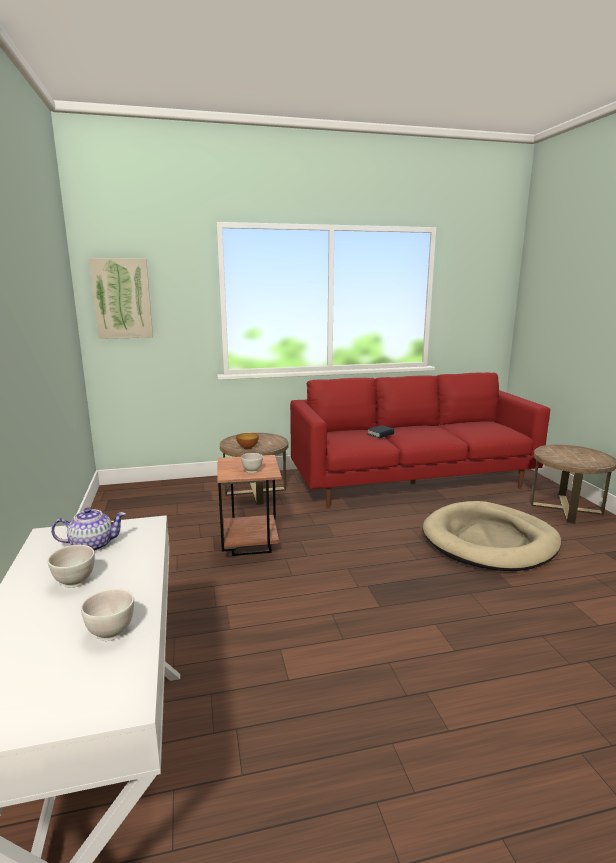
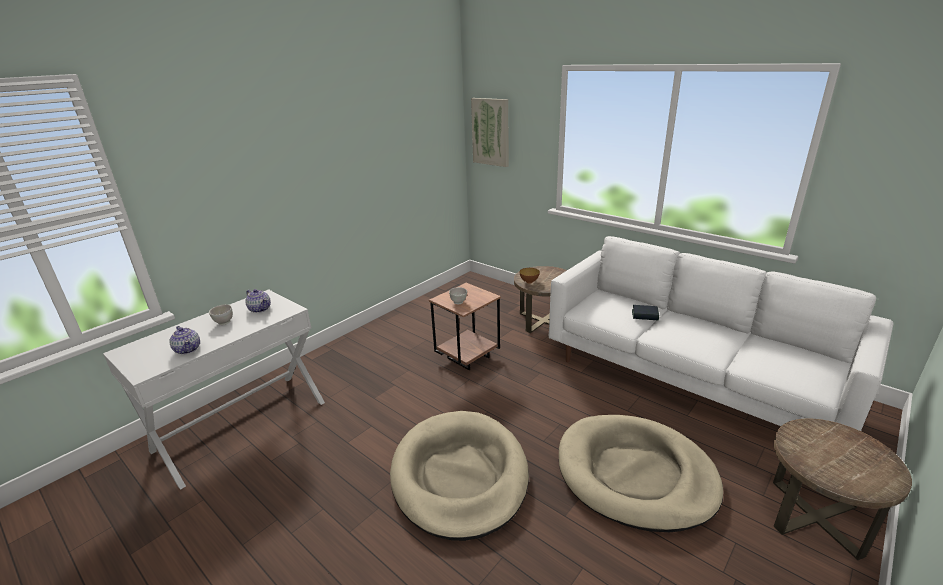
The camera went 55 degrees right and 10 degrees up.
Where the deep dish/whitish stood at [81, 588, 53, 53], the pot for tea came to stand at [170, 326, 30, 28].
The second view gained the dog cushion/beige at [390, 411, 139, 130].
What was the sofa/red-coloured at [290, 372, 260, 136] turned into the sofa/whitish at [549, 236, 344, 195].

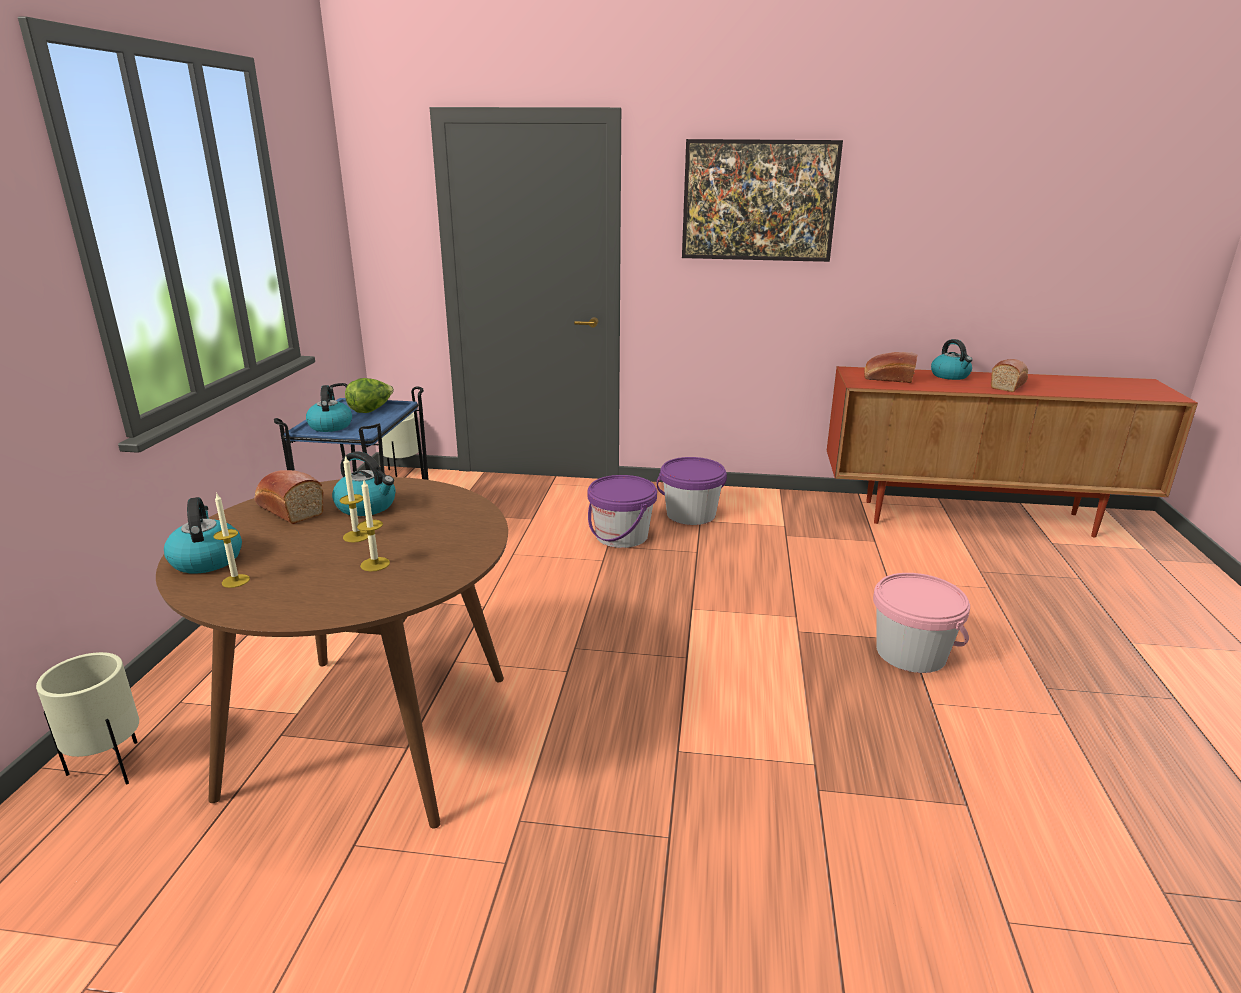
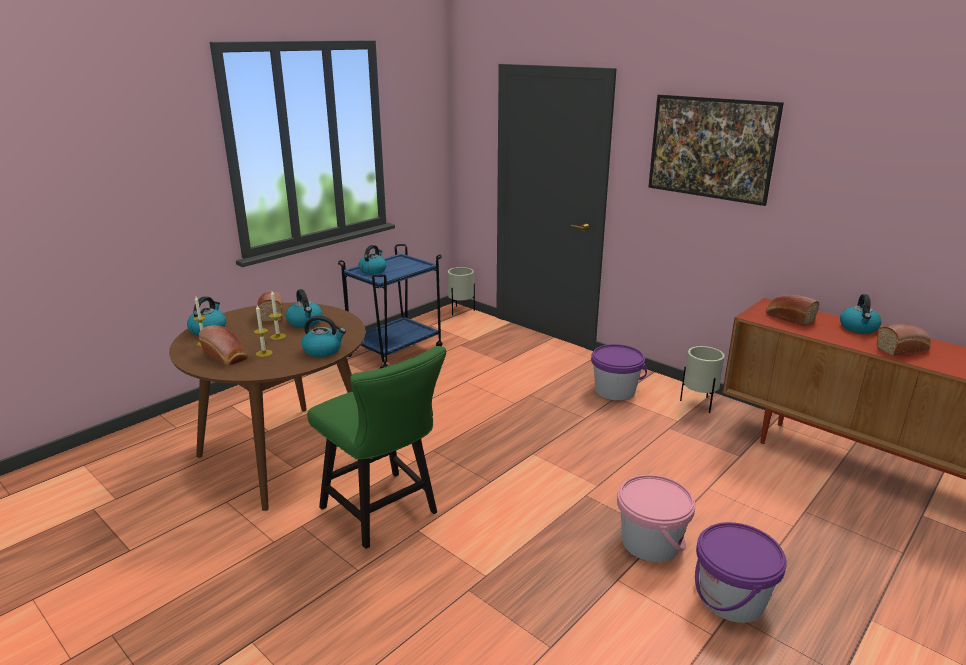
The camera went 35 degrees right and 0 degrees up.
The second view gained the bread at [199, 325, 49, 41].
The second view gained the water kettle at [302, 316, 44, 41].
The second view gained the plain chair/green-coloured at [307, 346, 139, 203].
The plant pot/beige ended up elsewhere, having gone from [36, 652, 103, 133] to [680, 346, 45, 67].
The pail/purple ended up elsewhere, having gone from [588, 475, 69, 73] to [695, 522, 92, 101].
The second view lost the lettuce head at [345, 378, 49, 35].

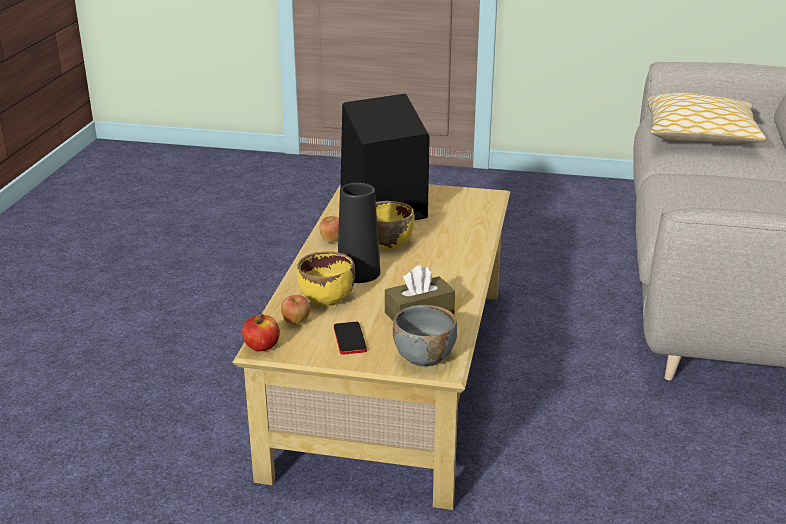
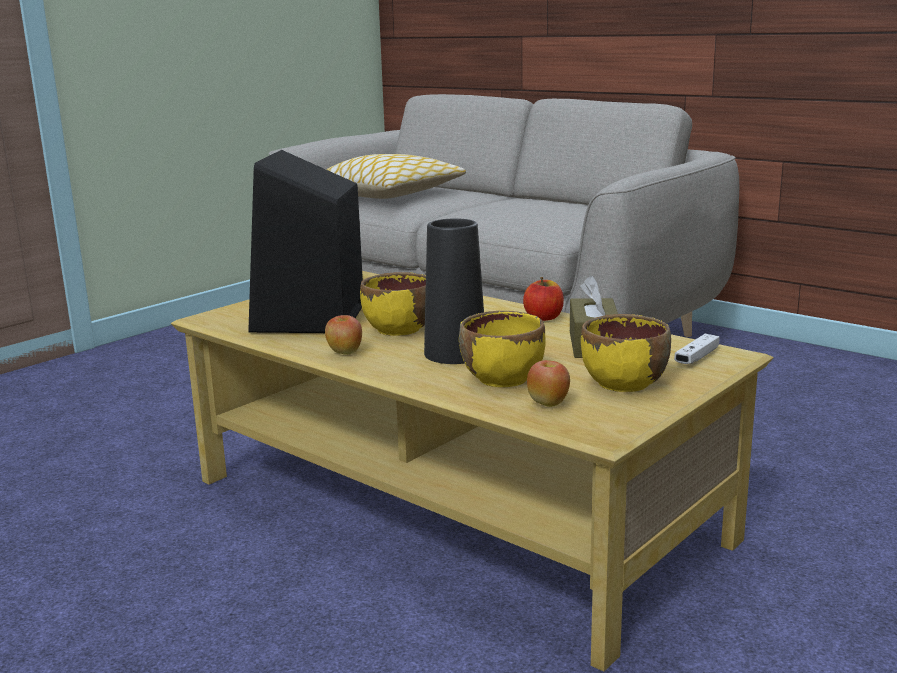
The camera went 60 degrees left and 10 degrees down.
The whole apple ended up elsewhere, having gone from [242, 314, 38, 37] to [523, 277, 41, 44].
Where the telephone stood at [334, 322, 33, 33], the deep dish/yellowish came to stand at [581, 314, 90, 78].
Where the deep dish/gray stood at [393, 305, 64, 62], the joypad/whitish came to stand at [674, 334, 45, 30].

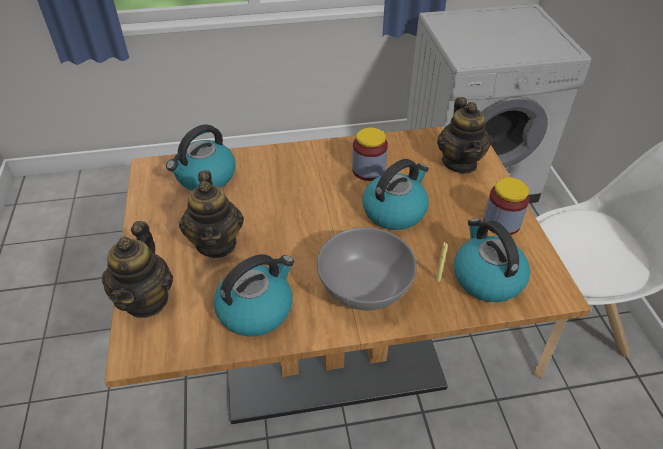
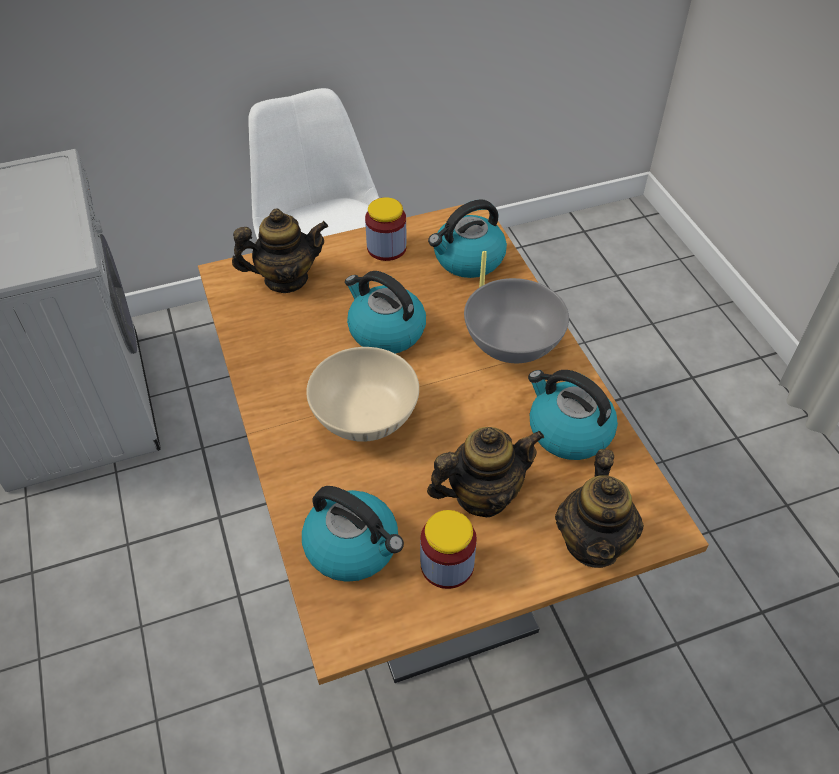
The camera went 100 degrees left and 5 degrees up.
The second view gained the deep dish/beige at [306, 347, 113, 95].
The storage jar ended up elsewhere, having gone from [352, 127, 36, 54] to [420, 510, 57, 79].
The pot for tea at [102, 221, 71, 97] ended up facing another way, 105 degrees clockwise from before.

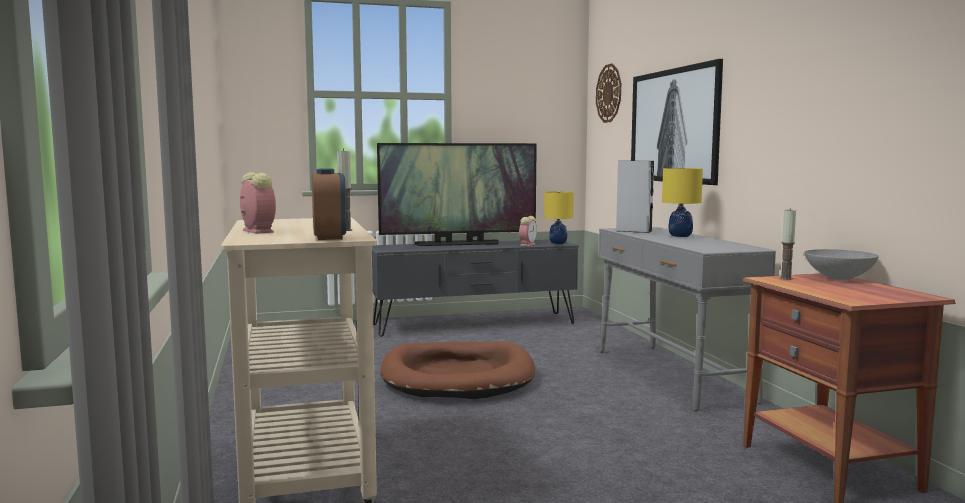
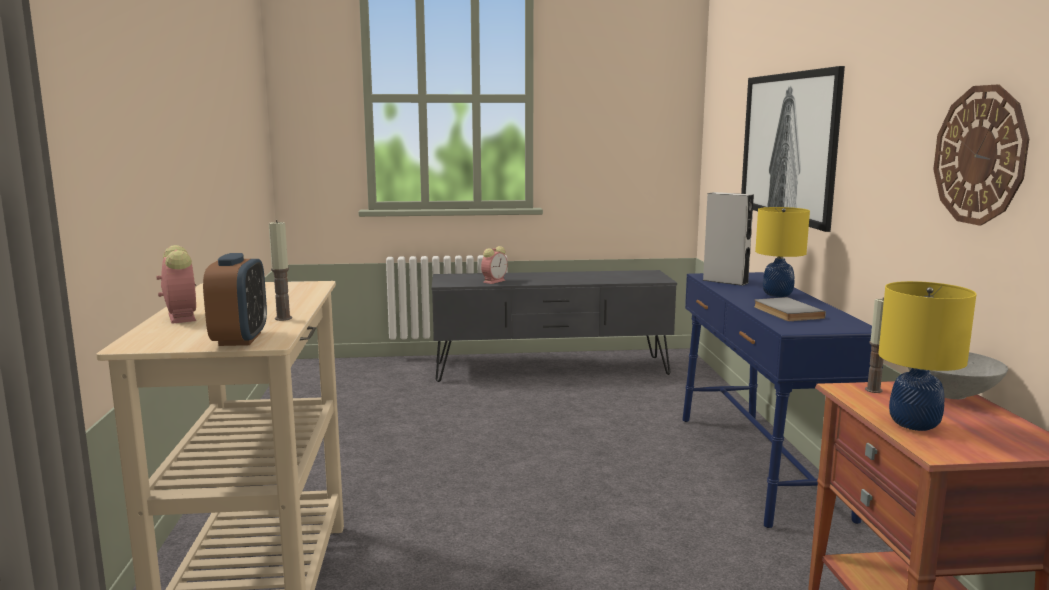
The camera went 10 degrees right and 5 degrees up.
The bedside clock ended up elsewhere, having gone from [519, 216, 18, 30] to [481, 246, 26, 38].
What was the console table/gray at [599, 227, 177, 184] turned into the console table/bluish at [683, 272, 200, 256].
The second view gained the book/gray at [754, 297, 72, 24].
The table lamp/yellowish ended up elsewhere, having gone from [544, 191, 30, 53] to [878, 281, 98, 150].
The wall clock ended up elsewhere, having gone from [596, 63, 25, 60] to [933, 85, 96, 141].
The second view lost the television at [377, 143, 160, 103].
The second view lost the dog cushion/brownish at [380, 342, 155, 57].

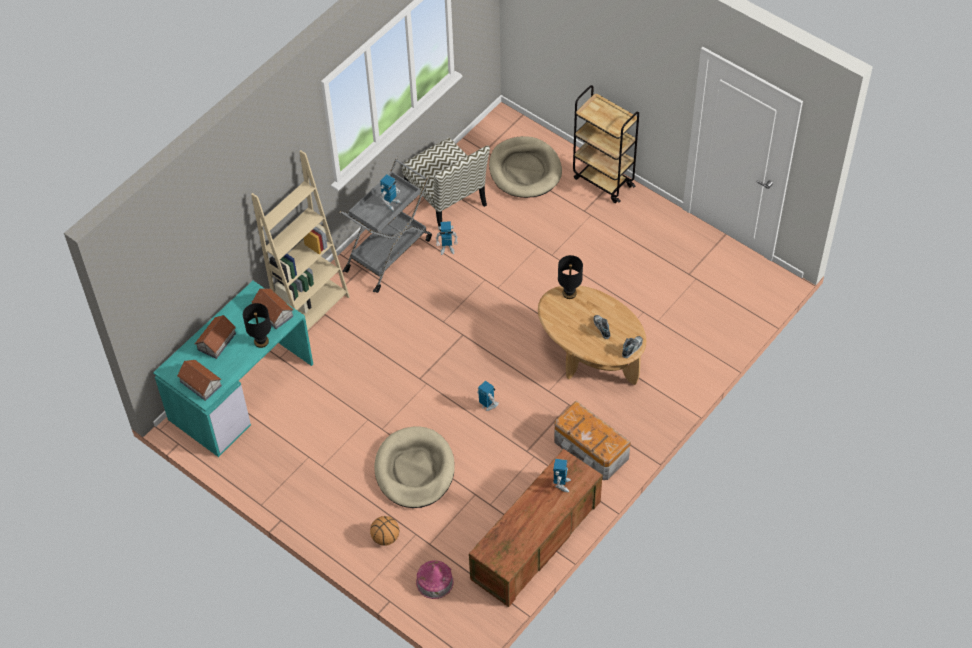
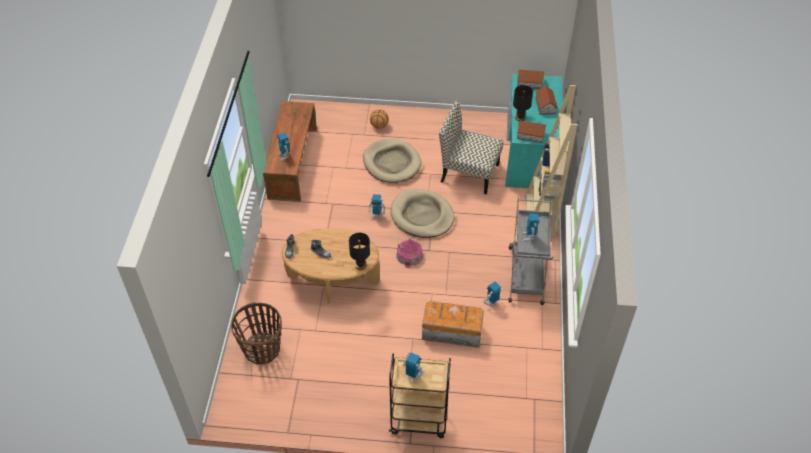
The camera went 145 degrees right and 5 degrees down.
The second view gained the basket at [231, 302, 51, 63].
The dog cushion/beige ended up elsewhere, having gone from [489, 136, 73, 62] to [391, 189, 63, 49].
The toy house ended up elsewhere, having gone from [416, 560, 38, 39] to [396, 238, 27, 30].
The second view gained the robot figure at [402, 352, 23, 29].
The storage box ended up elsewhere, having gone from [554, 401, 77, 79] to [422, 301, 62, 47].
The plain chair ended up elsewhere, having gone from [402, 138, 88, 93] to [439, 101, 64, 94].

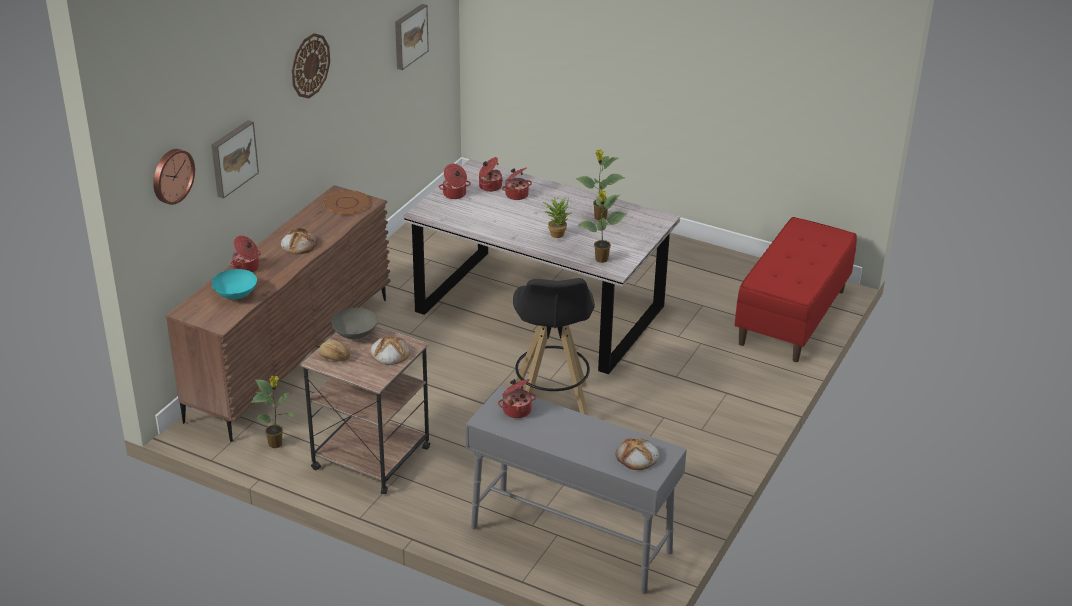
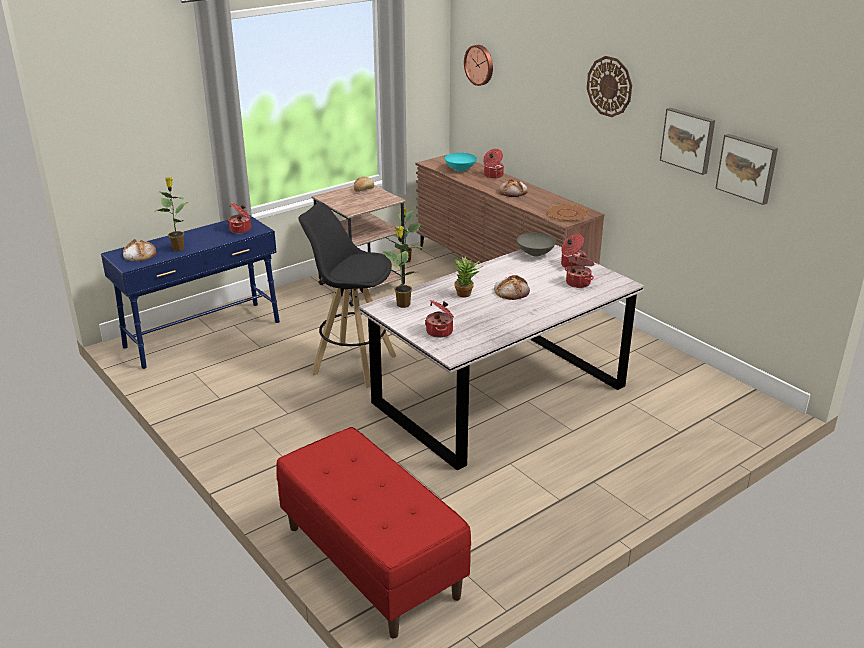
The camera went 115 degrees right and 5 degrees down.
What was the console table/gray at [465, 386, 222, 208] turned into the console table/bluish at [101, 216, 179, 153].
The houseplant ended up elsewhere, having gone from [576, 149, 49, 71] to [154, 177, 34, 74].
The stockpot ended up elsewhere, having gone from [502, 168, 30, 32] to [425, 300, 29, 38].
The bread ended up elsewhere, having gone from [370, 337, 40, 28] to [494, 275, 36, 25].
The deep dish/gray ended up elsewhere, having gone from [331, 308, 46, 31] to [517, 233, 39, 23].
The wall picture ended up elsewhere, having gone from [211, 120, 48, 79] to [660, 108, 55, 67].

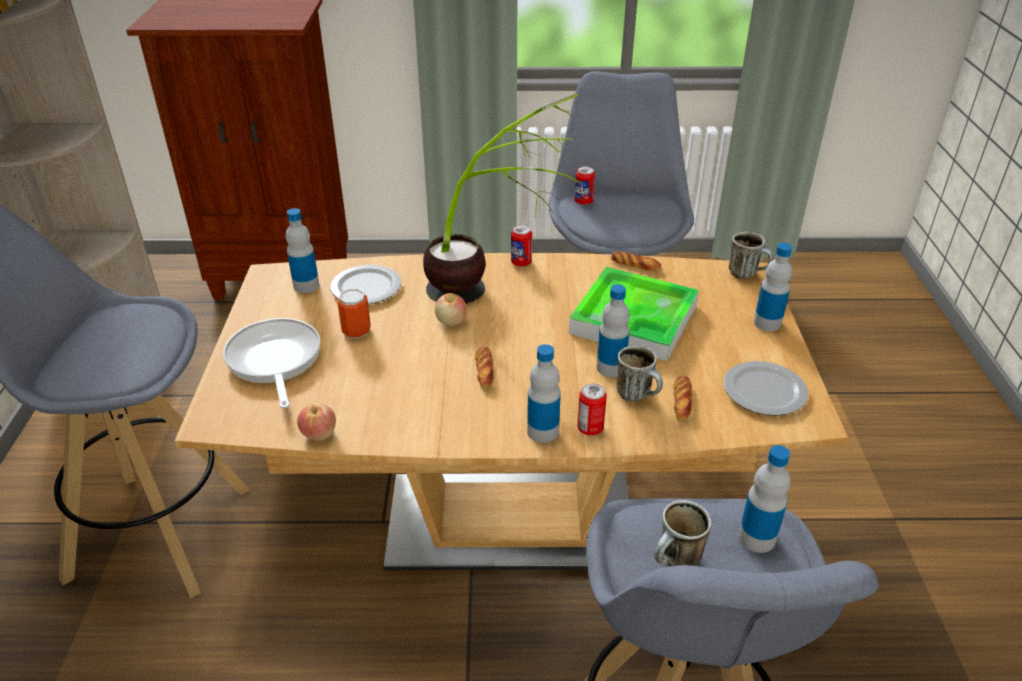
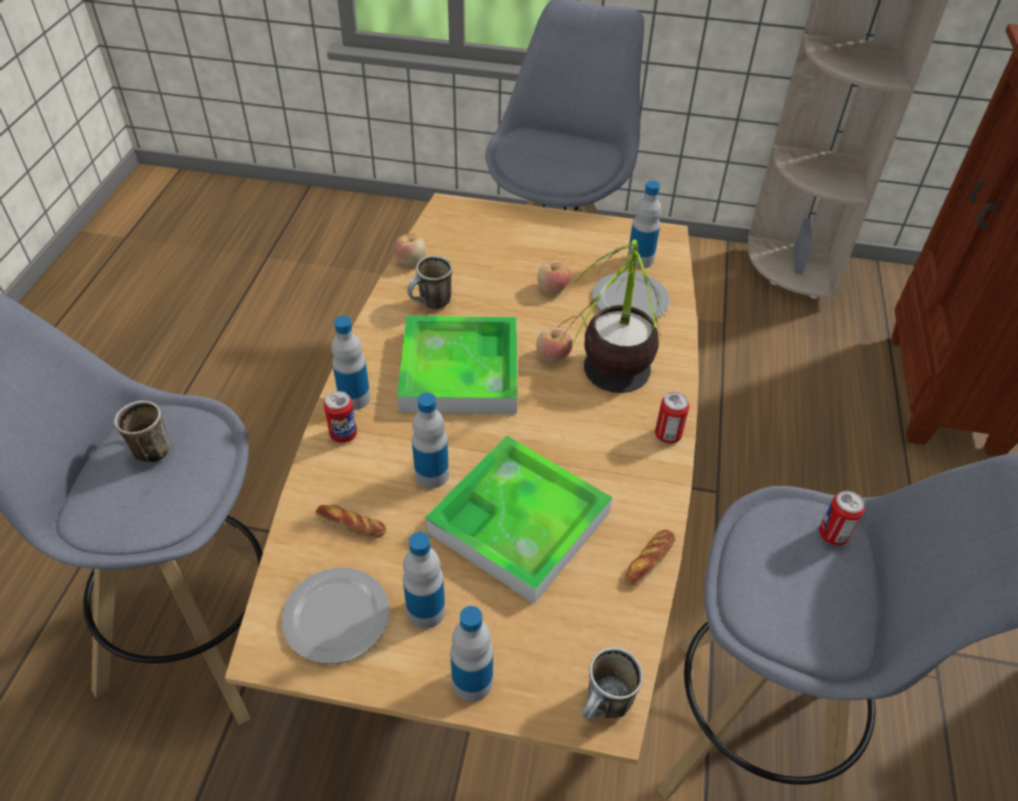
The camera went 100 degrees right and 10 degrees up.
Where the bread stood at [475, 347, 19, 43], the carrying tray came to stand at [397, 316, 120, 98].
The bottle ended up elsewhere, having gone from [738, 445, 52, 108] to [403, 532, 42, 97].
The mug ended up elsewhere, having gone from [617, 345, 46, 57] to [407, 256, 45, 53].
Where the sealed can stood at [338, 288, 33, 51], the whole apple came to stand at [537, 261, 34, 33].
The second view lost the frying pan at [223, 318, 98, 90].

